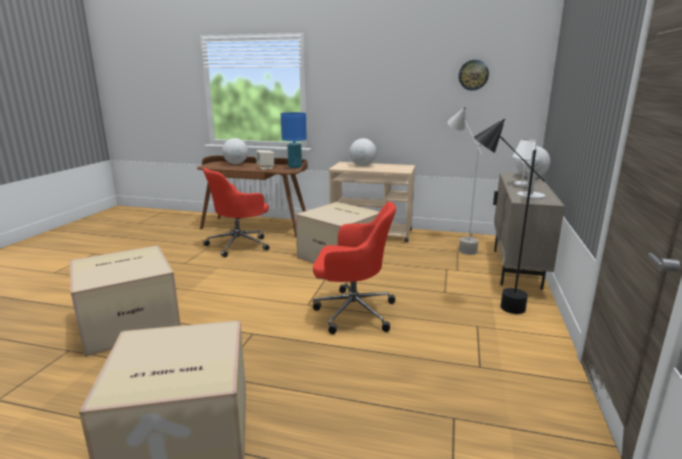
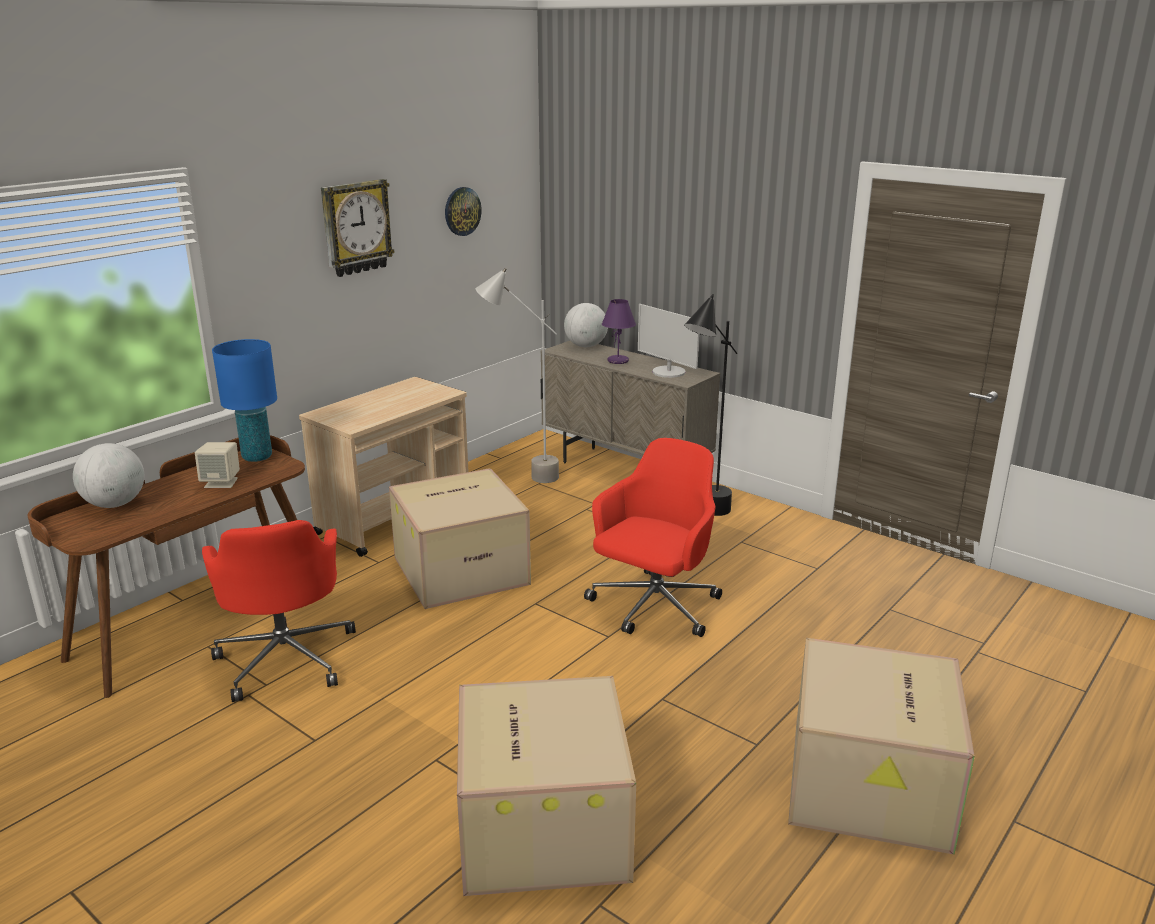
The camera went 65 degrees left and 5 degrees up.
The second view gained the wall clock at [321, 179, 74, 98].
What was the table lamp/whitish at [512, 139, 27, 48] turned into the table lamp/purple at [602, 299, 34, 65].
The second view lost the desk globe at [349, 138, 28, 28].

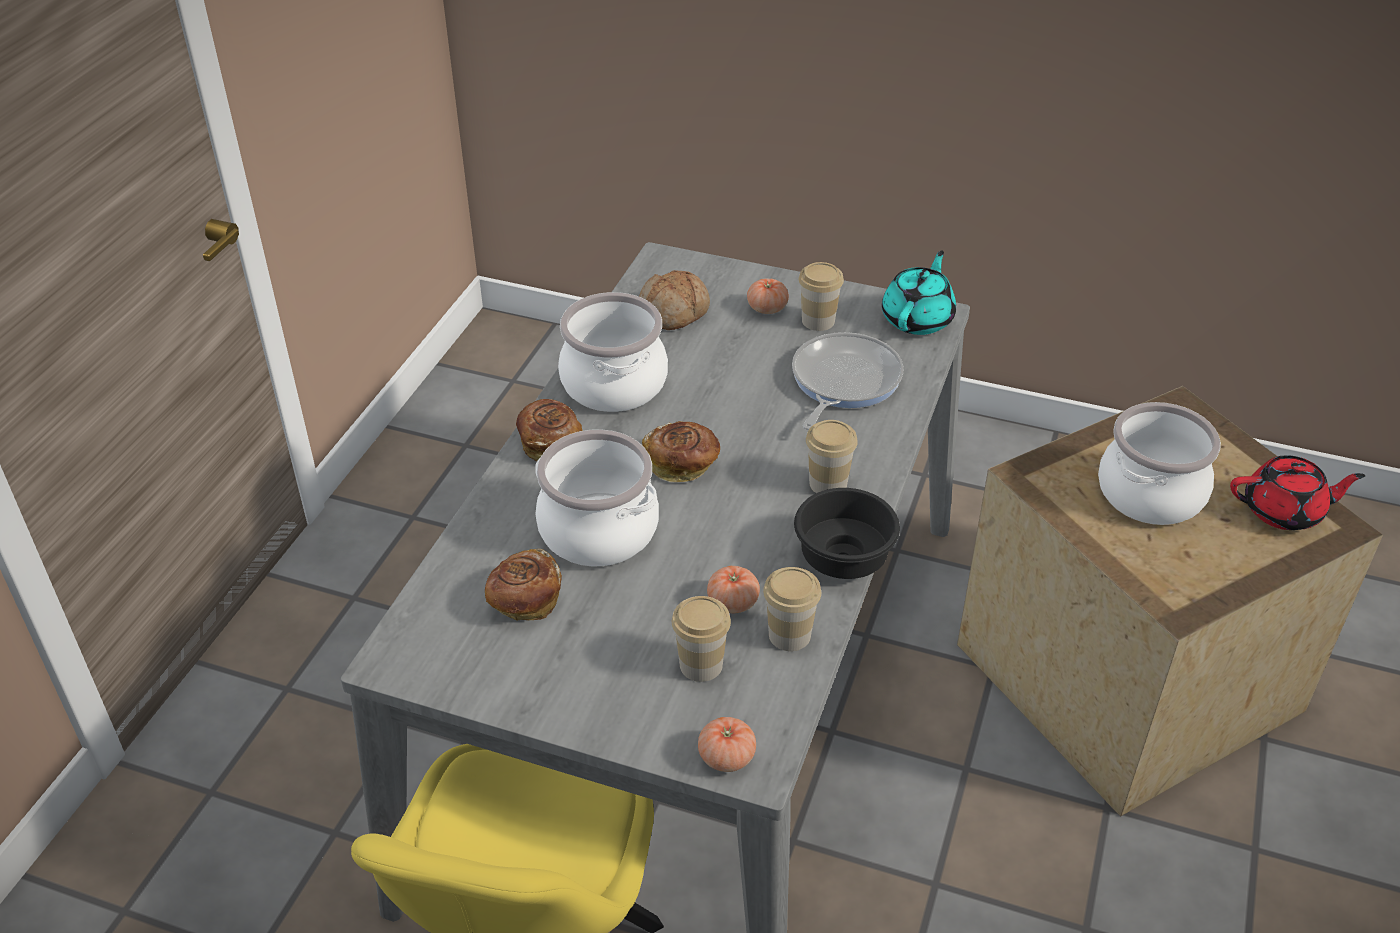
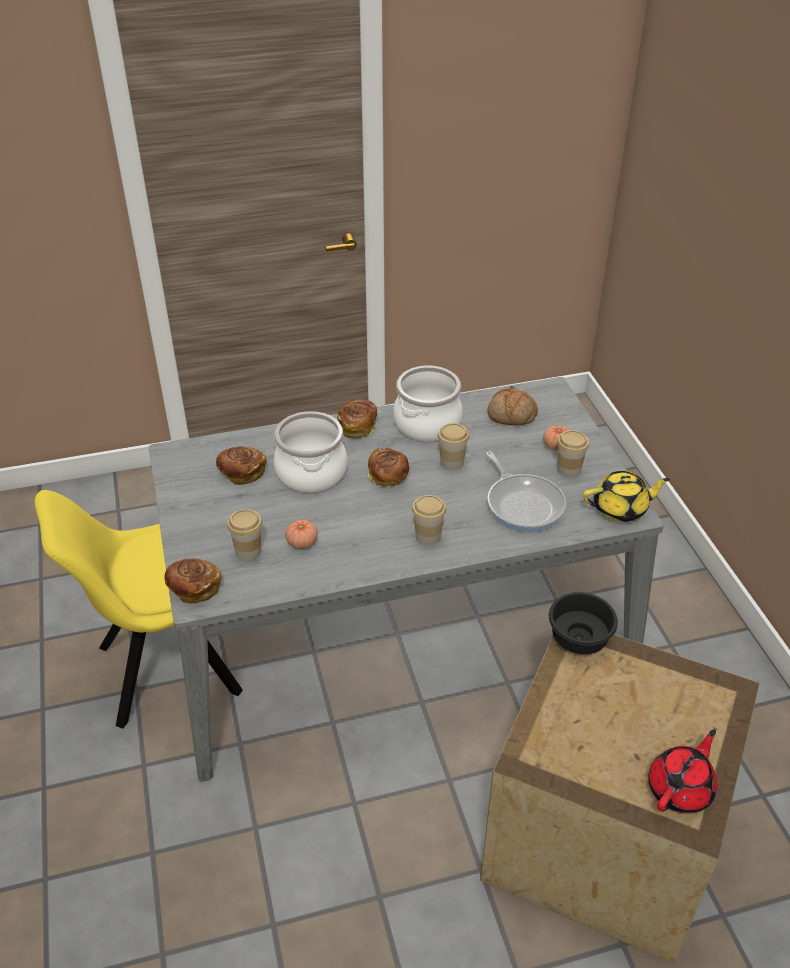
The camera went 55 degrees right and 0 degrees up.
Where the fresh tomato stood at [698, 717, 58, 55], the bread came to stand at [164, 559, 57, 45].
The small cup ended up elsewhere, having gone from [763, 567, 58, 84] to [438, 423, 31, 48].
The frying pan at [792, 332, 112, 98] ended up facing another way, 75 degrees clockwise from before.
The deep dish/black-coloured ended up elsewhere, having gone from [794, 488, 106, 91] to [549, 592, 69, 62].
What was the pot for tea/turquoise-coloured at [882, 250, 74, 85] turned into the pot for tea/yellowish at [583, 471, 87, 51].
The pot for tea/red-coloured at [1230, 455, 135, 75] ended up facing another way, 105 degrees counterclockwise from before.
The second view lost the stockpot at [1098, 402, 123, 123].

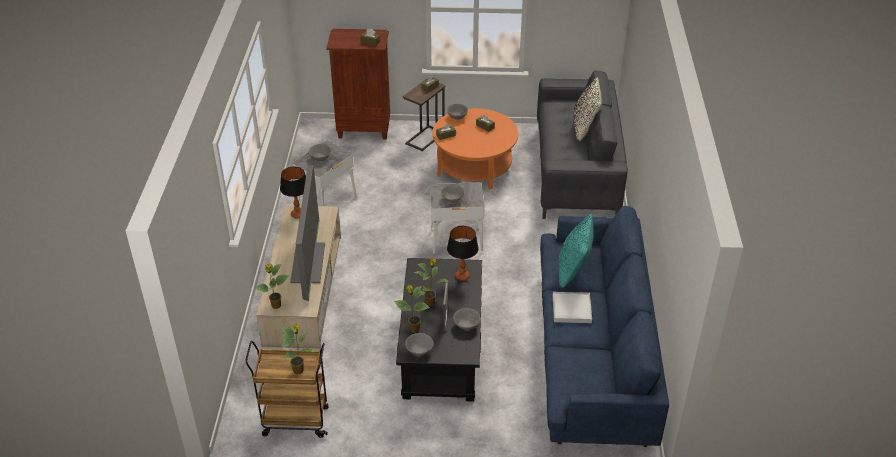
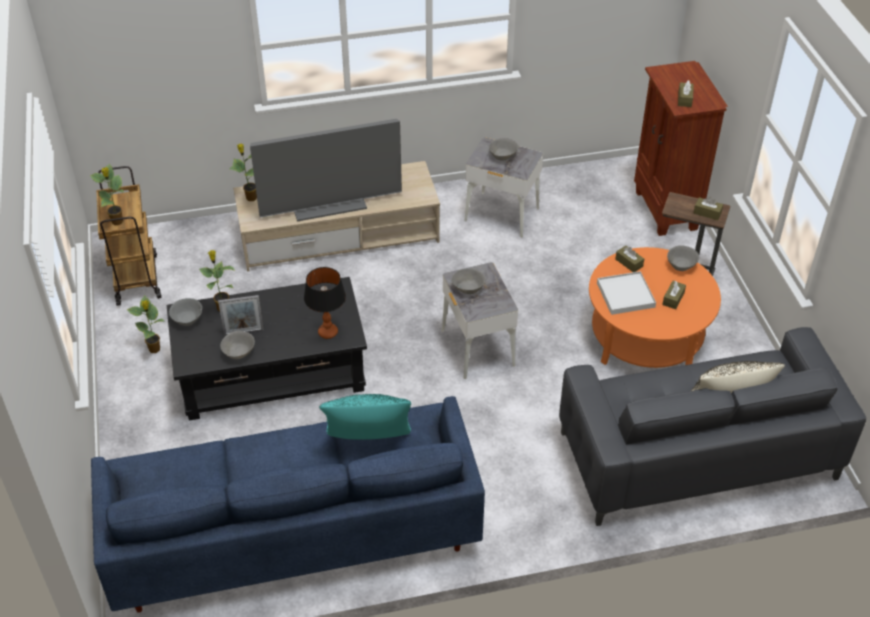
The camera went 75 degrees right and 5 degrees up.
The houseplant ended up elsewhere, having gone from [413, 258, 36, 49] to [127, 295, 37, 58].
The carrying tray/whitish ended up elsewhere, having gone from [553, 292, 39, 31] to [597, 271, 59, 44].
The second view lost the table lamp at [280, 167, 26, 52].

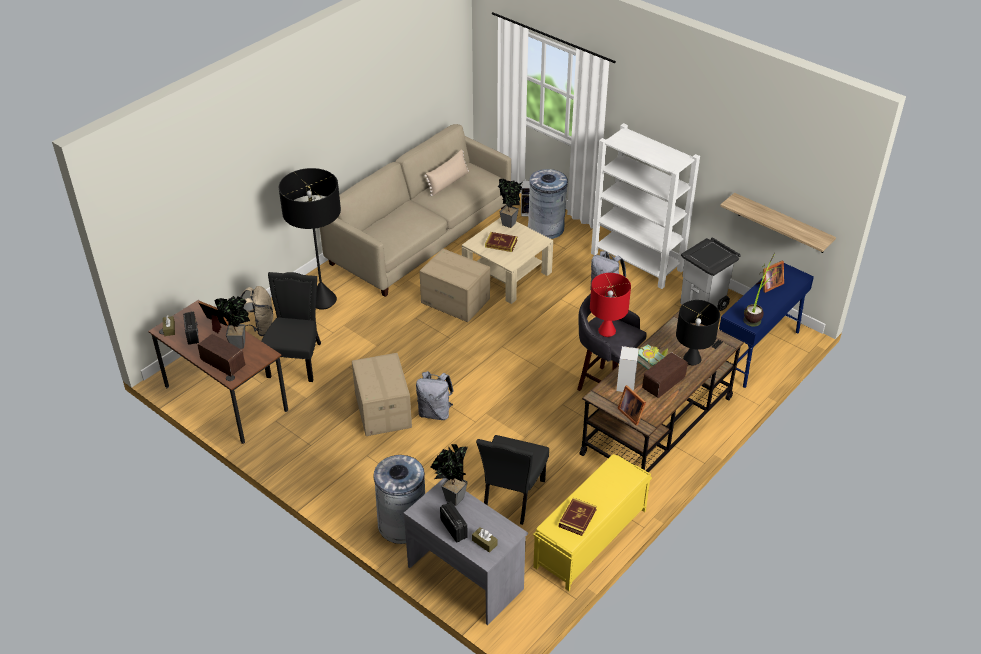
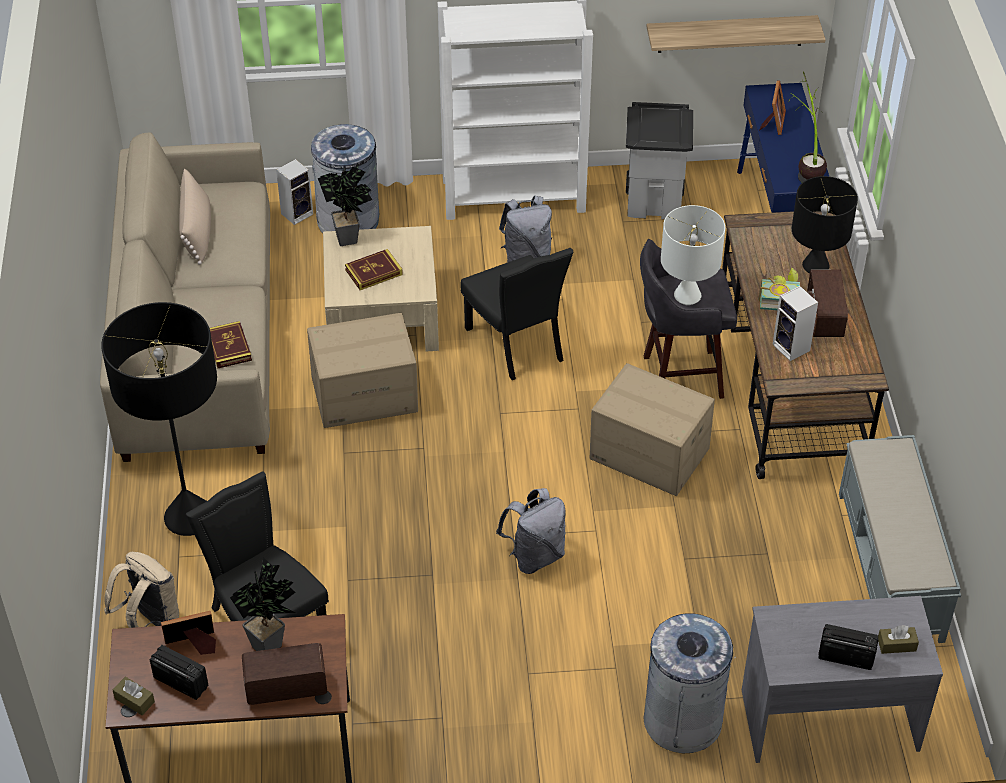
The camera went 45 degrees left and 5 degrees up.
The book ended up elsewhere, having gone from [559, 497, 38, 39] to [210, 321, 42, 48].
The plain chair/black-coloured ended up elsewhere, having gone from [476, 435, 73, 90] to [460, 248, 113, 132].
The packing box ended up elsewhere, having gone from [352, 353, 60, 83] to [590, 363, 125, 133].
What was the table lamp/red-coloured at [590, 273, 41, 64] turned into the table lamp/whitish at [661, 205, 64, 100].
What was the long seat/yellowish at [533, 454, 119, 137] turned into the long seat/gray at [839, 435, 122, 208].
The second view lost the houseplant at [430, 444, 38, 62].
The second view lost the standing frame at [617, 385, 29, 41].

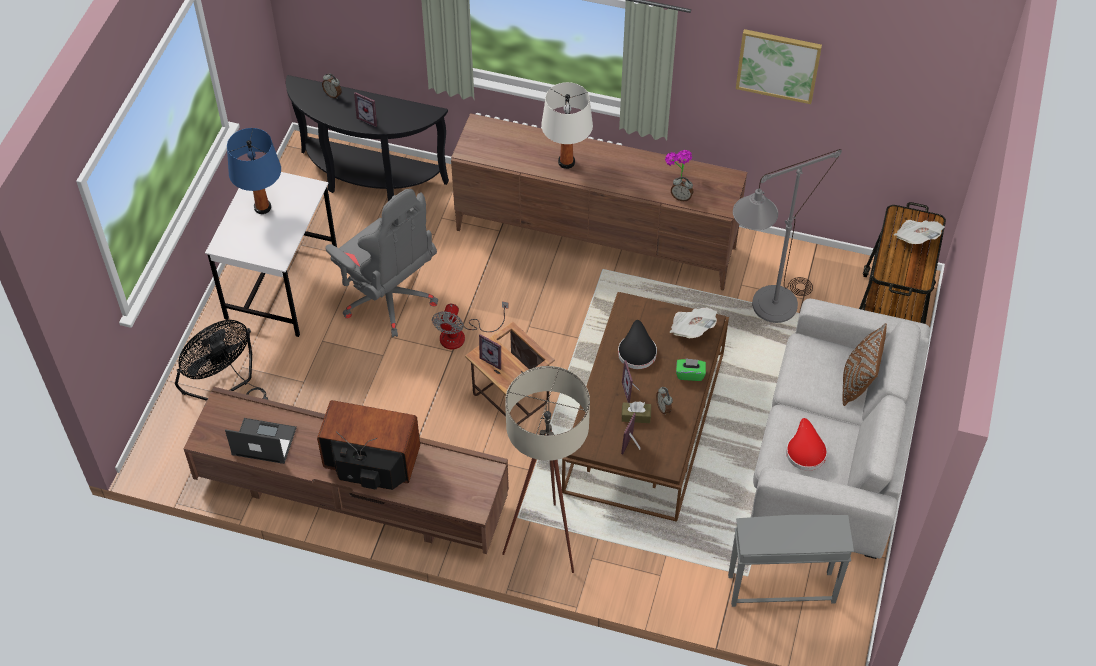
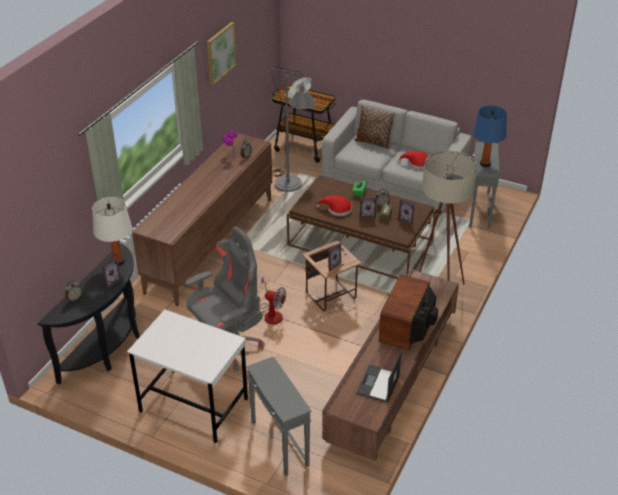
The camera went 80 degrees left and 15 degrees down.
The table lamp/whitish ended up elsewhere, having gone from [541, 82, 52, 87] to [92, 197, 40, 68].
Where the electric fan/black-coloured stood at [175, 320, 93, 81], the accent table/gray came to stand at [247, 356, 64, 120].
What was the wearable hat/black-coloured at [618, 320, 39, 49] turned into the wearable hat/red-coloured at [316, 195, 36, 21].
The table lamp/bluish ended up elsewhere, having gone from [227, 128, 54, 86] to [473, 106, 34, 61].
The second view lost the daily paper at [670, 307, 47, 31].

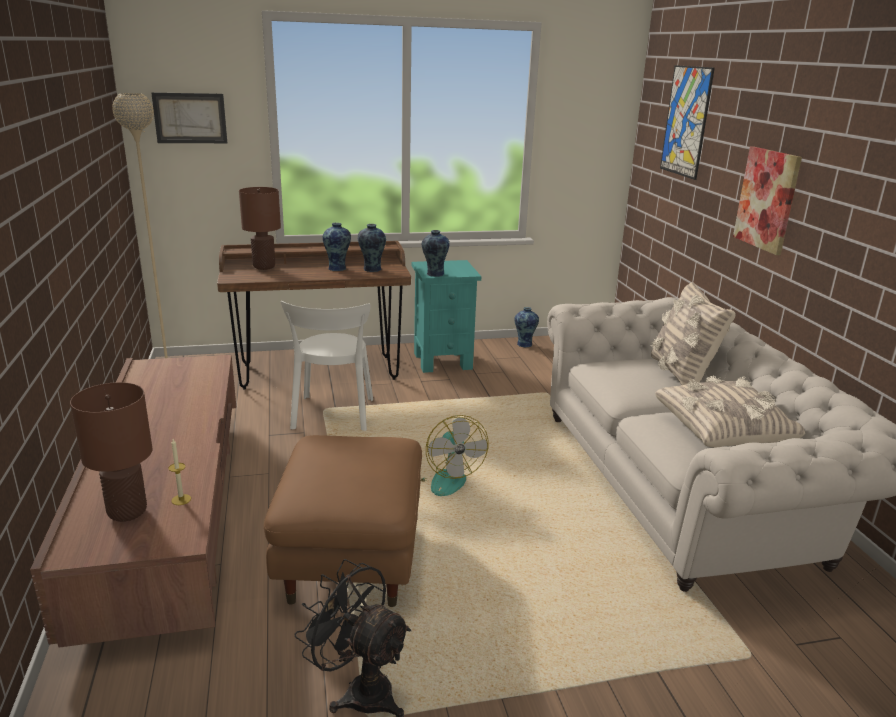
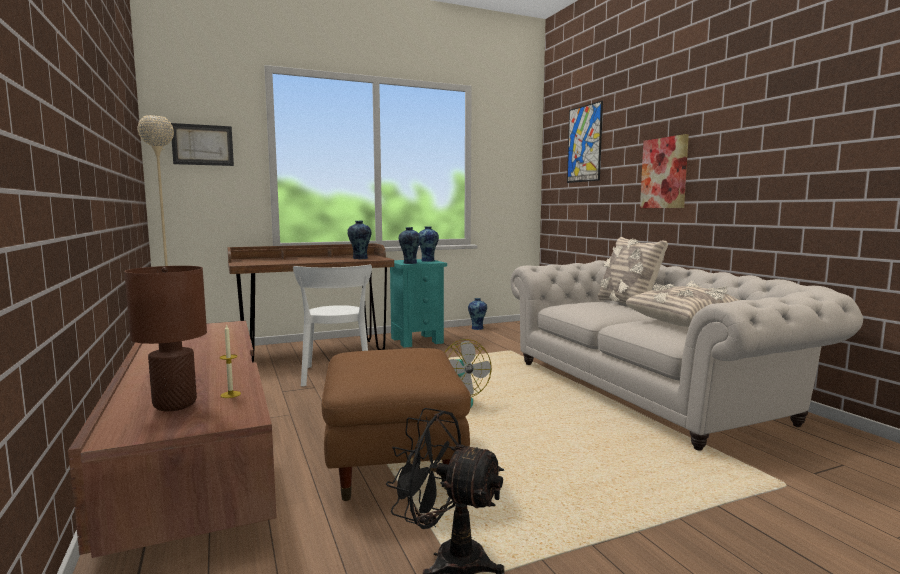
The camera went 10 degrees left and 15 degrees down.
The flower vase ended up elsewhere, having gone from [323, 223, 28, 48] to [419, 227, 20, 35].
The second view lost the table lamp/brownish at [239, 187, 42, 83].

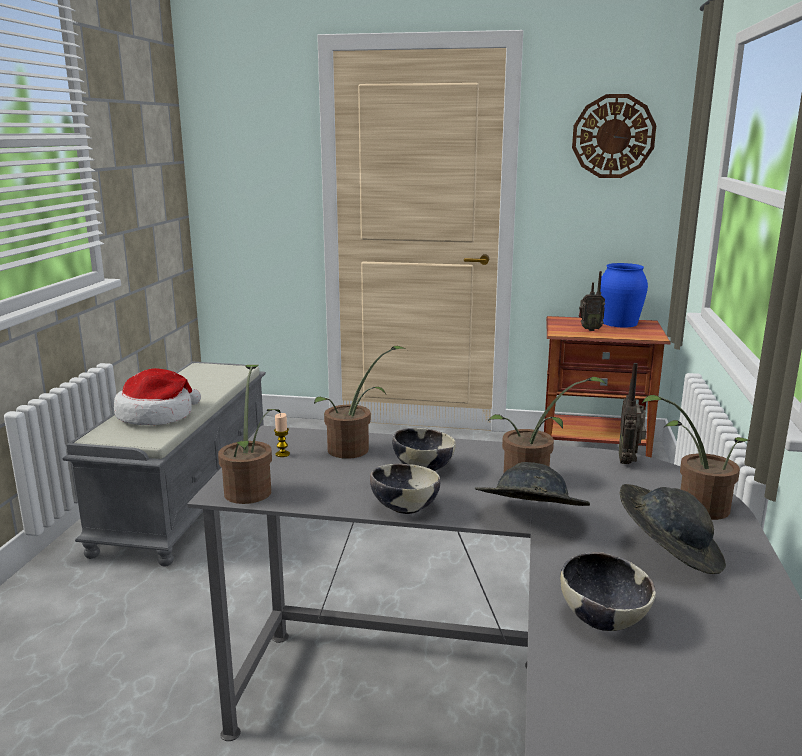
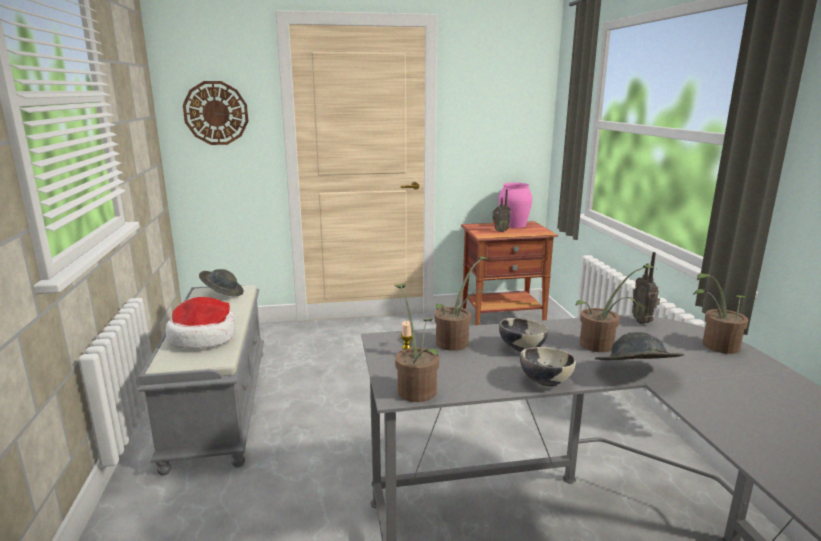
The camera went 20 degrees left and 0 degrees up.
The wall clock ended up elsewhere, having gone from [572, 94, 84, 84] to [183, 81, 66, 64].
The wearable hat/gray ended up elsewhere, having gone from [619, 484, 107, 90] to [199, 269, 45, 27].
What was the flower vase/bluish at [600, 263, 48, 64] turned into the flower vase/pink at [499, 183, 33, 45].
The second view lost the deep dish at [560, 552, 96, 79].

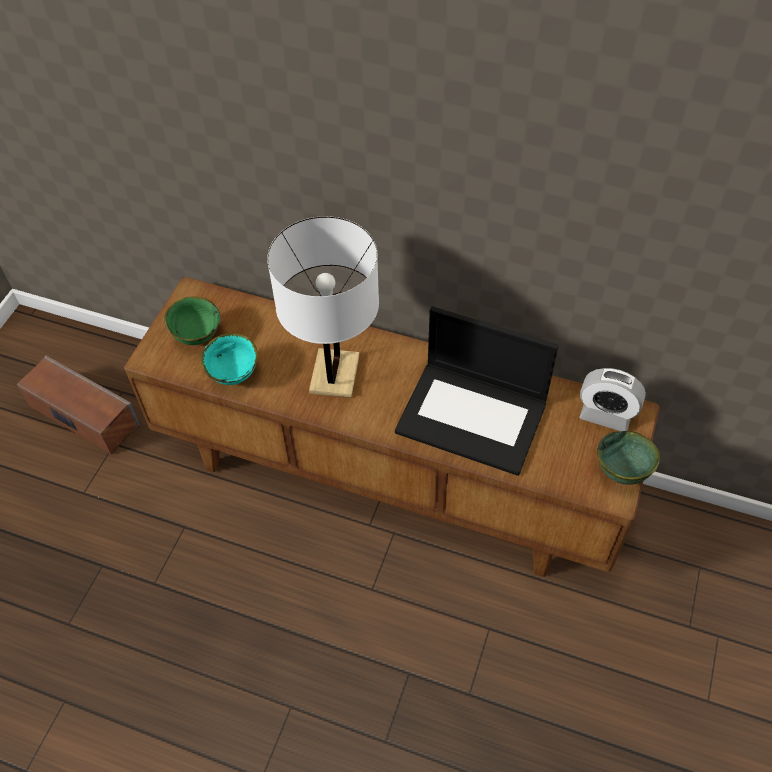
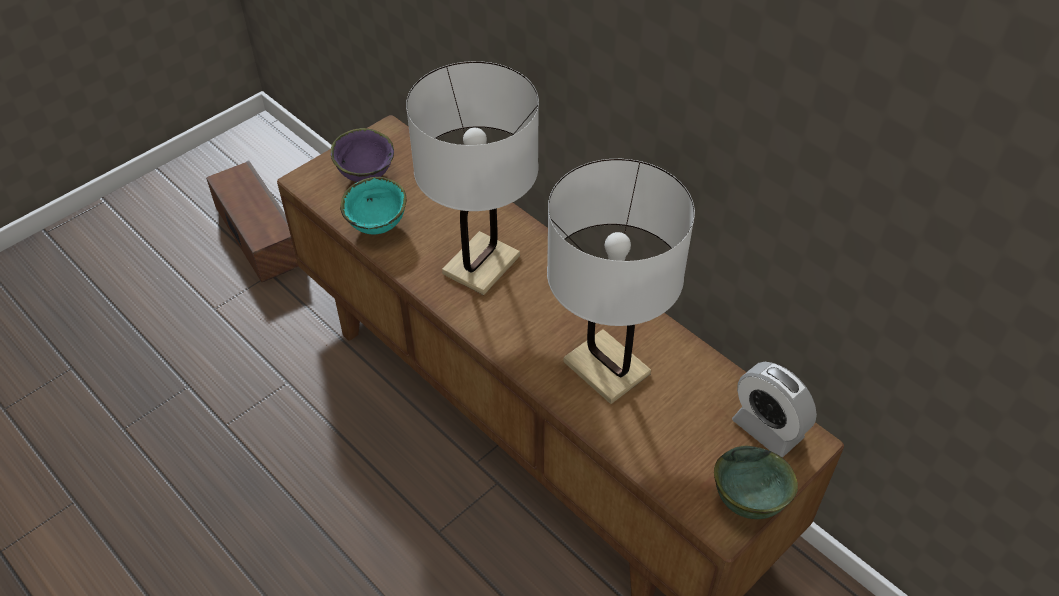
The camera went 25 degrees right and 5 degrees down.
What was the deep dish/green-coloured at [164, 297, 57, 48] turned into the deep dish/purple at [331, 128, 63, 54].
Where the laptop stood at [395, 306, 164, 170], the table lamp/whitish came to stand at [547, 159, 148, 245].

